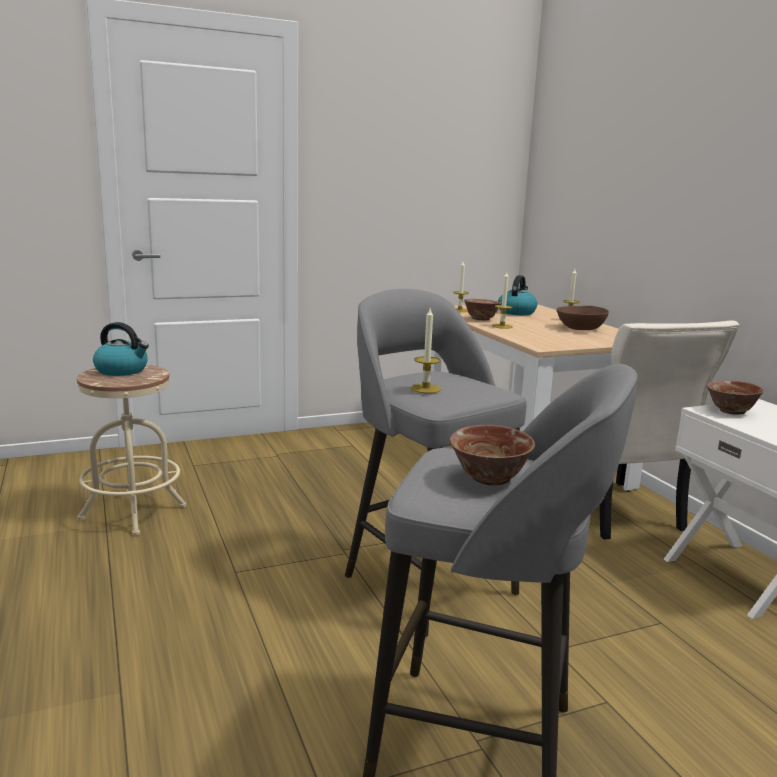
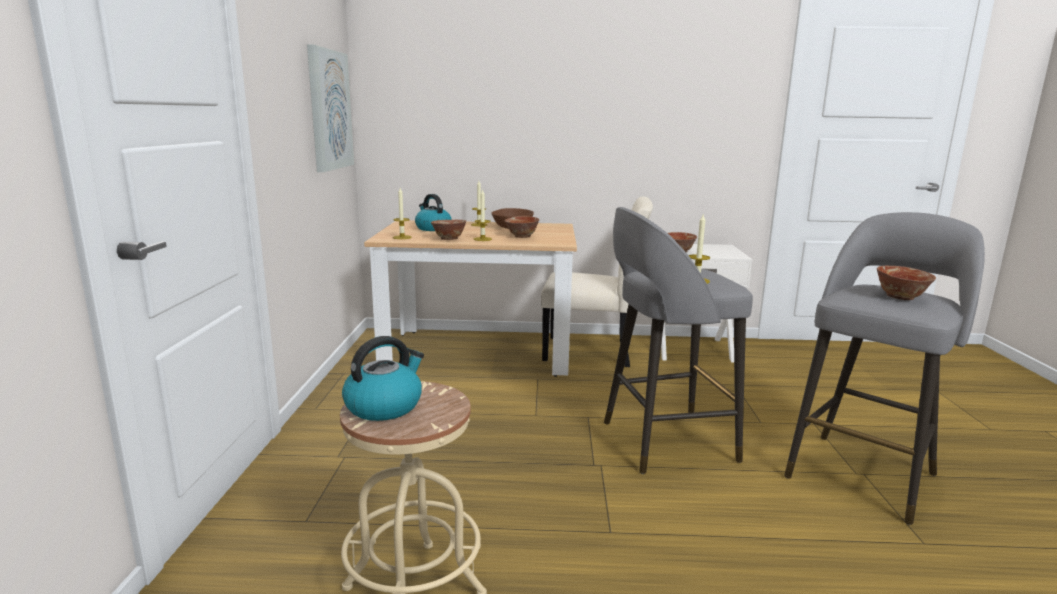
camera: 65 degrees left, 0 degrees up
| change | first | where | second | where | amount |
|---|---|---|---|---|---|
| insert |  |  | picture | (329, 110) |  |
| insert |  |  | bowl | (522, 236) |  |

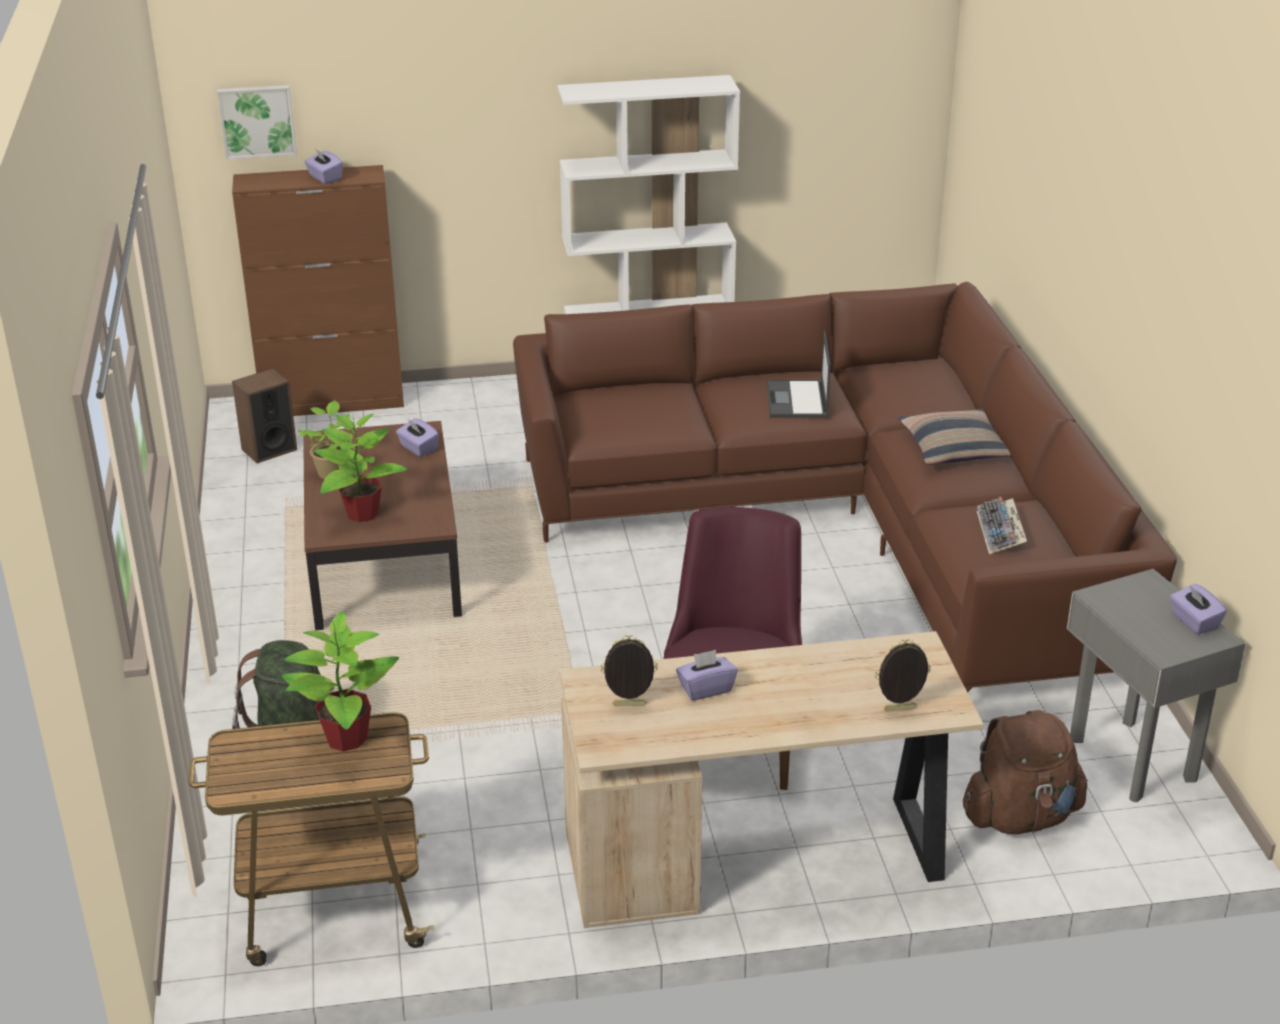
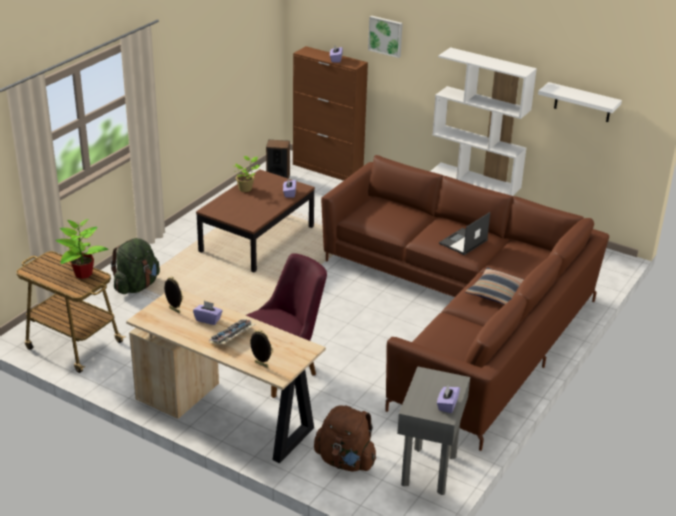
camera: 40 degrees right, 0 degrees up
| change | first | where | second | where | amount |
|---|---|---|---|---|---|
| move | picture | (257, 121) |  | (386, 36) |  |
| delete | potted plant | (361, 513) |  |  |  |
| move | keyboard | (1001, 533) |  | (232, 337) |  |
| insert |  |  | white shelf | (582, 102) |  |

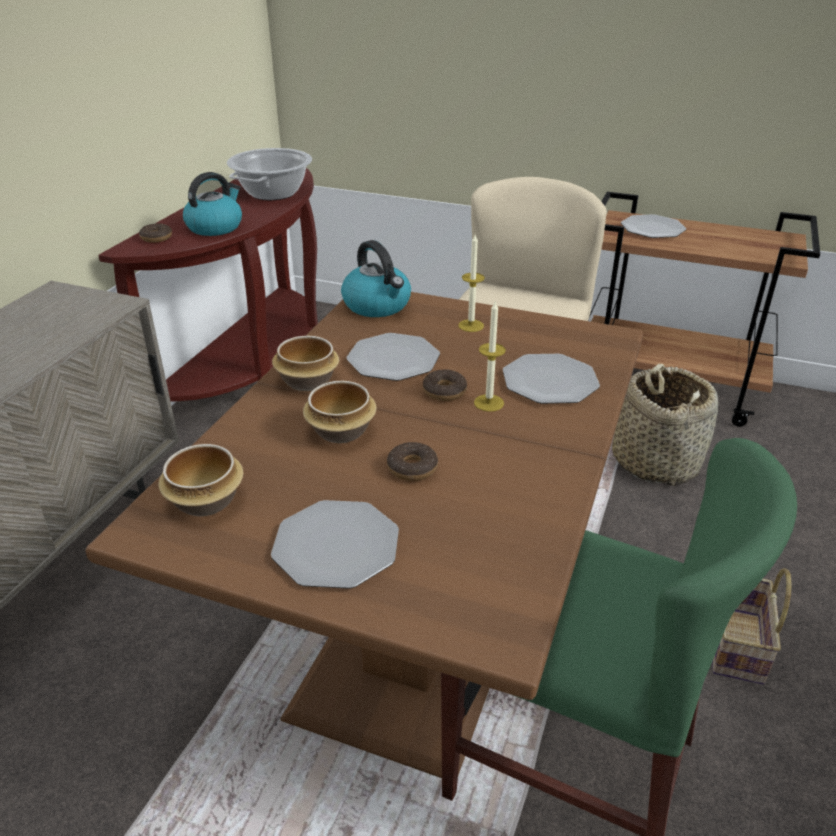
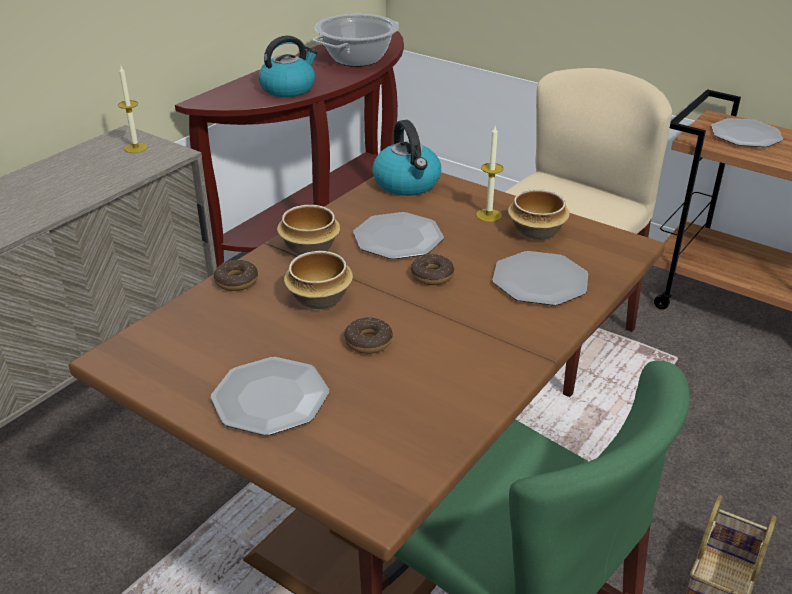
camera: 15 degrees right, 0 degrees up
| change | first | where | second | where | amount |
|---|---|---|---|---|---|
| move | donut | (156, 238) |  | (236, 281) |  |
| move | candle | (488, 403) |  | (136, 148) |  |
| delete | basket | (655, 461) |  |  |  |
| move | bowl | (208, 501) |  | (537, 232) |  |

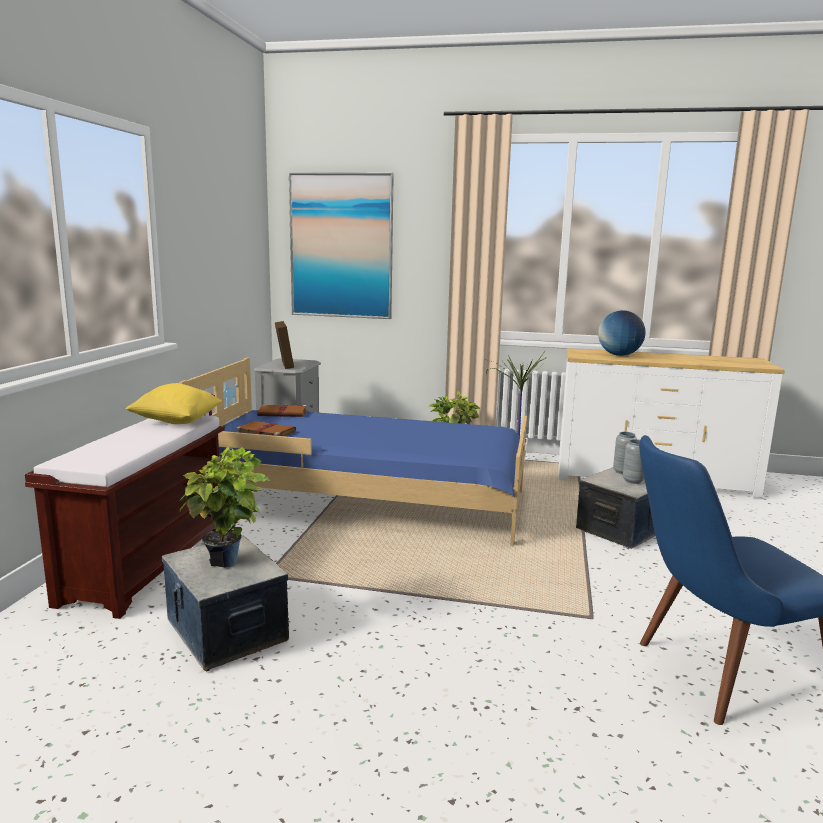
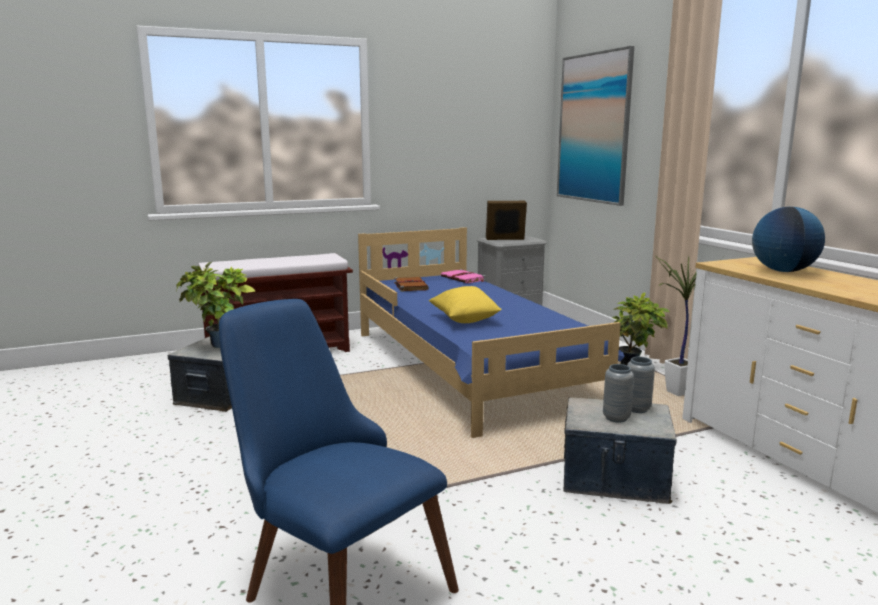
camera: 55 degrees right, 0 degrees up
| change | first | where | second | where | amount |
|---|---|---|---|---|---|
| rotate | picture frame | (284, 365) |  | (505, 239) | 135 degrees counterclockwise |
| move | yellow pillow | (176, 421) |  | (464, 320) |  |
| recolor | brown book | (283, 413) | pink book | (463, 278) |  |

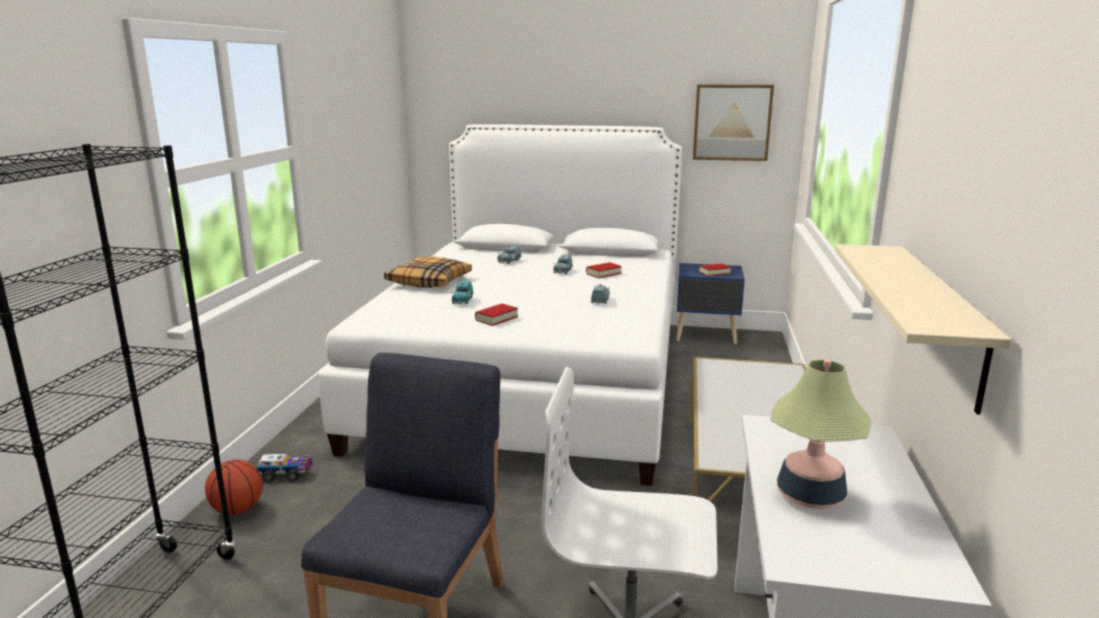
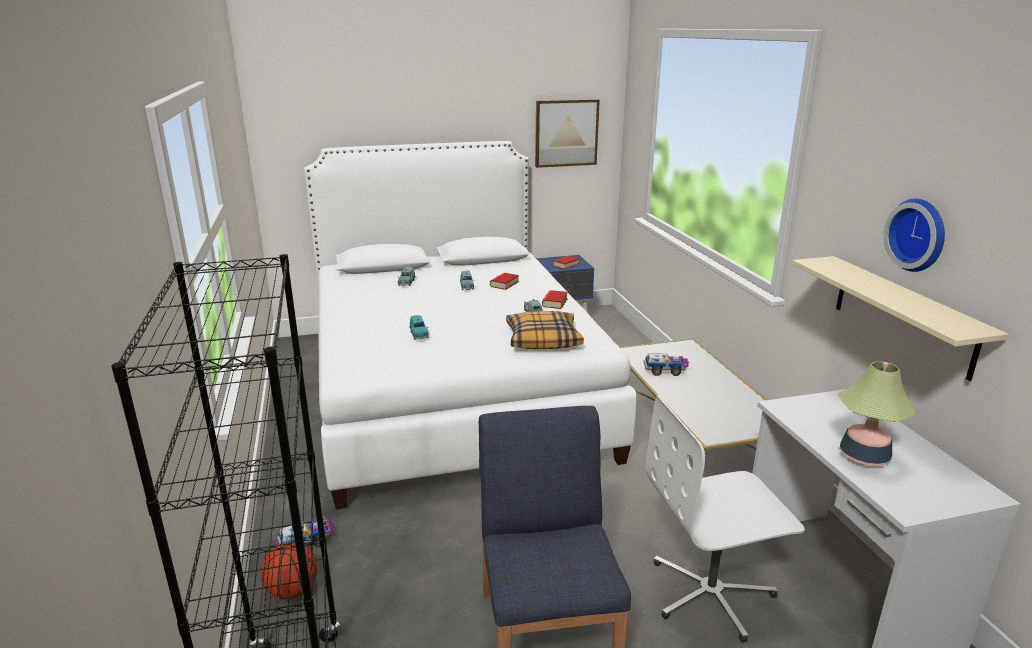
camera: 25 degrees left, 5 degrees up
| change | first | where | second | where | amount |
|---|---|---|---|---|---|
| move | pillow | (429, 282) |  | (543, 339) |  |
| move | book | (496, 318) |  | (554, 302) |  |
| insert |  |  | wall clock | (919, 234) |  |
| insert |  |  | toy truck | (665, 371) |  |

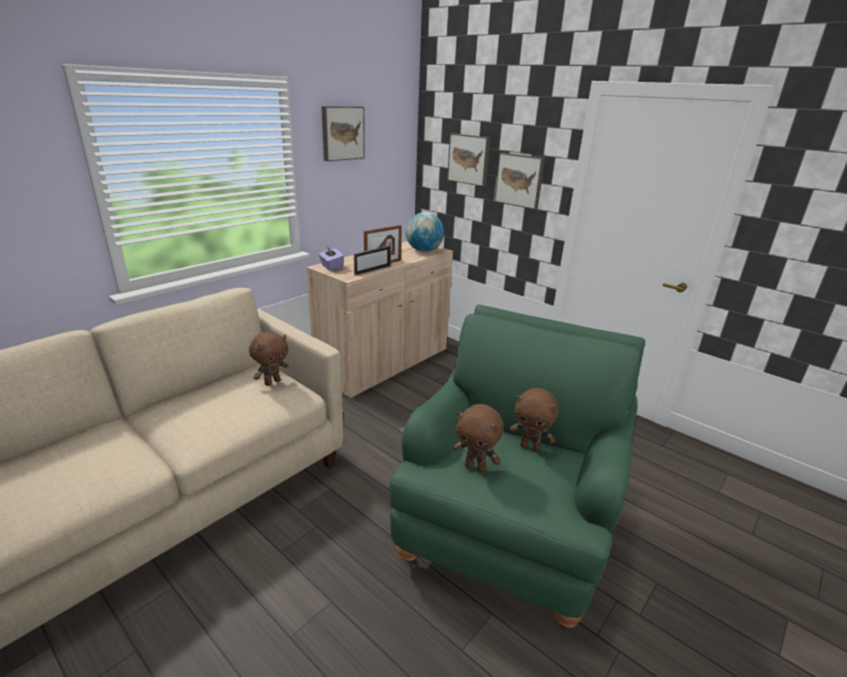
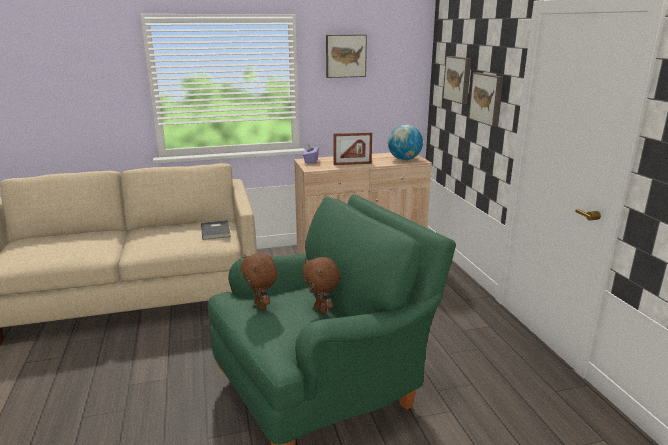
camera: 35 degrees right, 5 degrees down
| change | first | where | second | where | amount |
|---|---|---|---|---|---|
| delete | picture frame | (372, 270) |  |  |  |
| replace | brown plush toy | (272, 382) | grey book | (216, 231) |  |

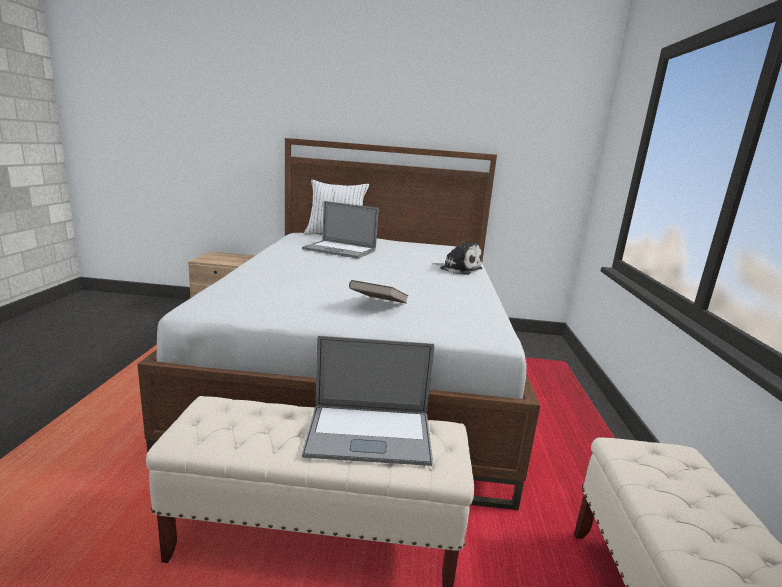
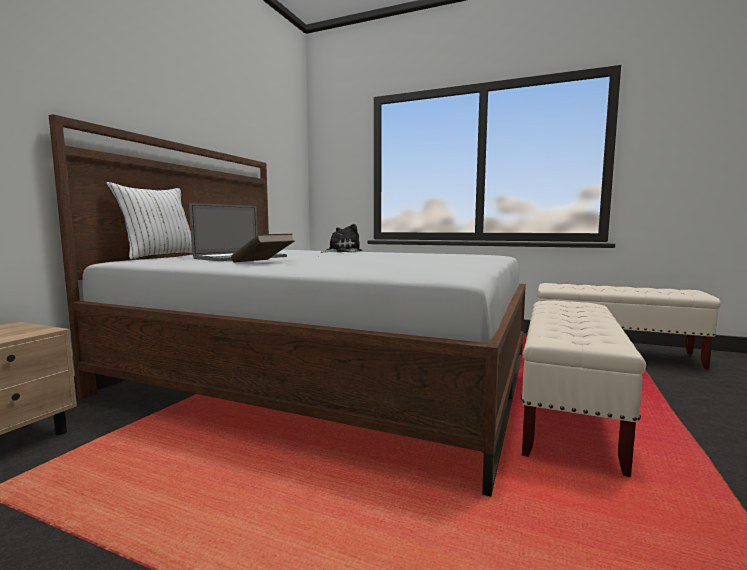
camera: 70 degrees left, 10 degrees down
| change | first | where | second | where | amount |
|---|---|---|---|---|---|
| move | brown book | (378, 306) |  | (263, 262) |  |
| delete | laptop | (369, 434) |  |  |  |

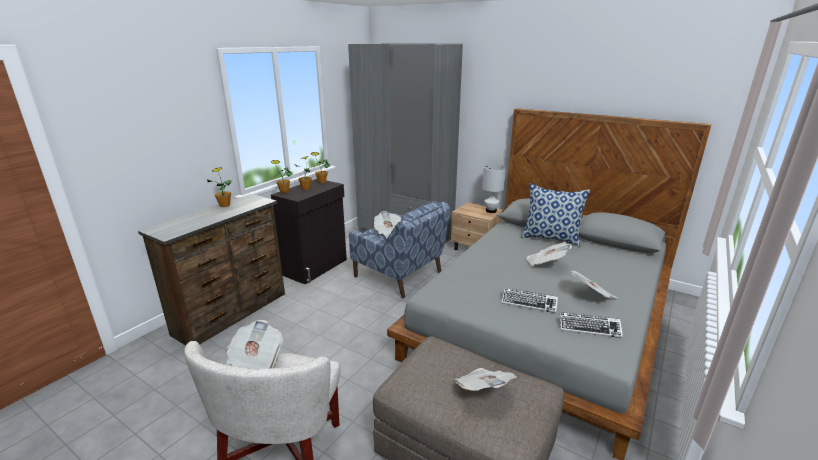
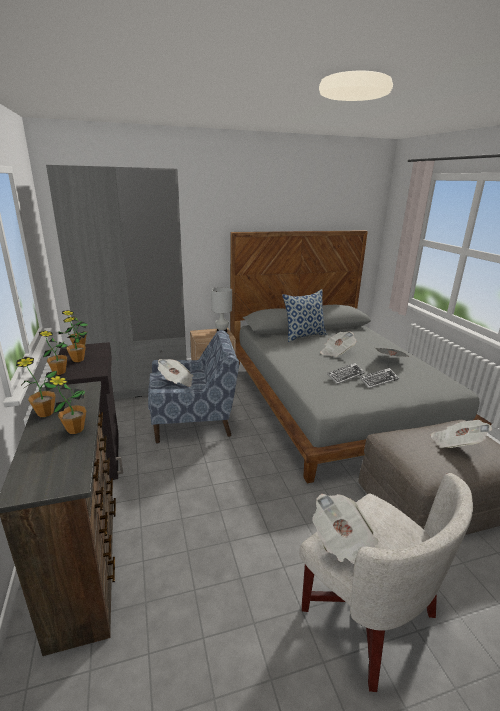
camera: 50 degrees left, 0 degrees up
| change | first | where | second | where | amount |
|---|---|---|---|---|---|
| move | keyboard | (589, 328) |  | (345, 376) |  |
| insert |  |  | potted plant | (75, 429) |  |

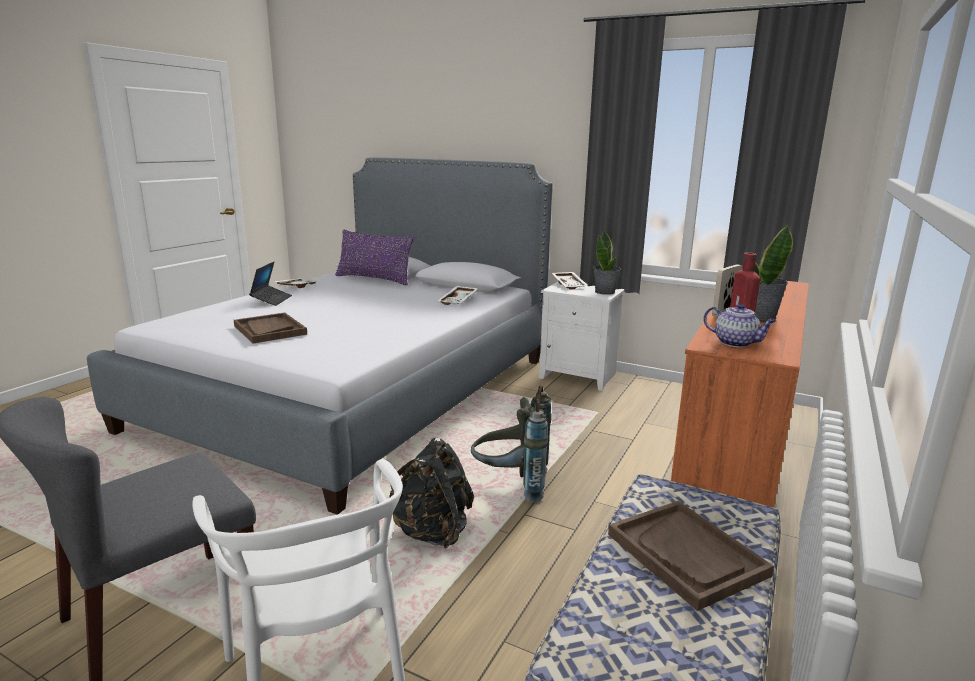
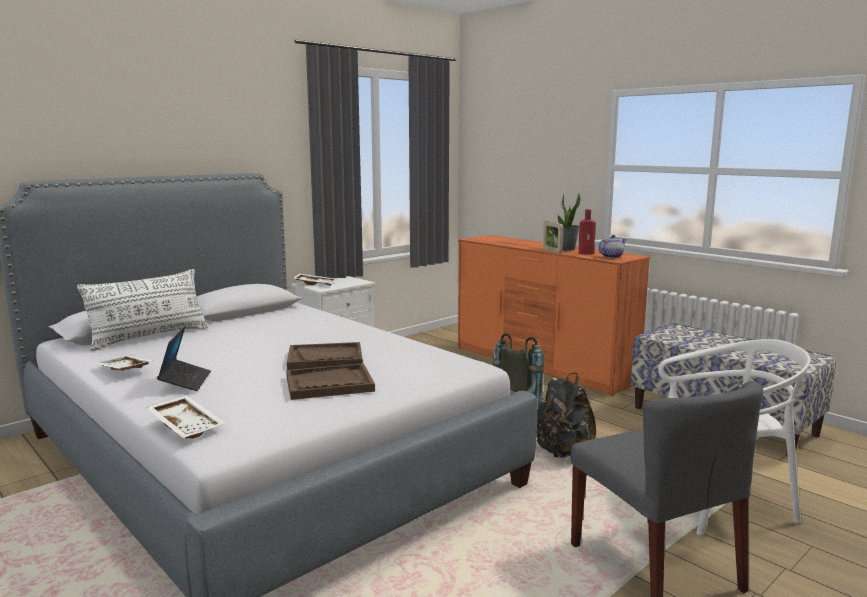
camera: 70 degrees left, 5 degrees down
| change | first | where | second | where | amount |
|---|---|---|---|---|---|
| recolor | purple pillow | (374, 279) | white pillow | (149, 337) |  |
| delete | potted plant | (605, 292) |  |  |  |
| rotate | laptop | (271, 300) |  | (185, 381) | 60 degrees clockwise |
| move | white tray | (459, 301) |  | (187, 425) |  |
| move | brown tray | (686, 555) |  | (325, 358) |  |

